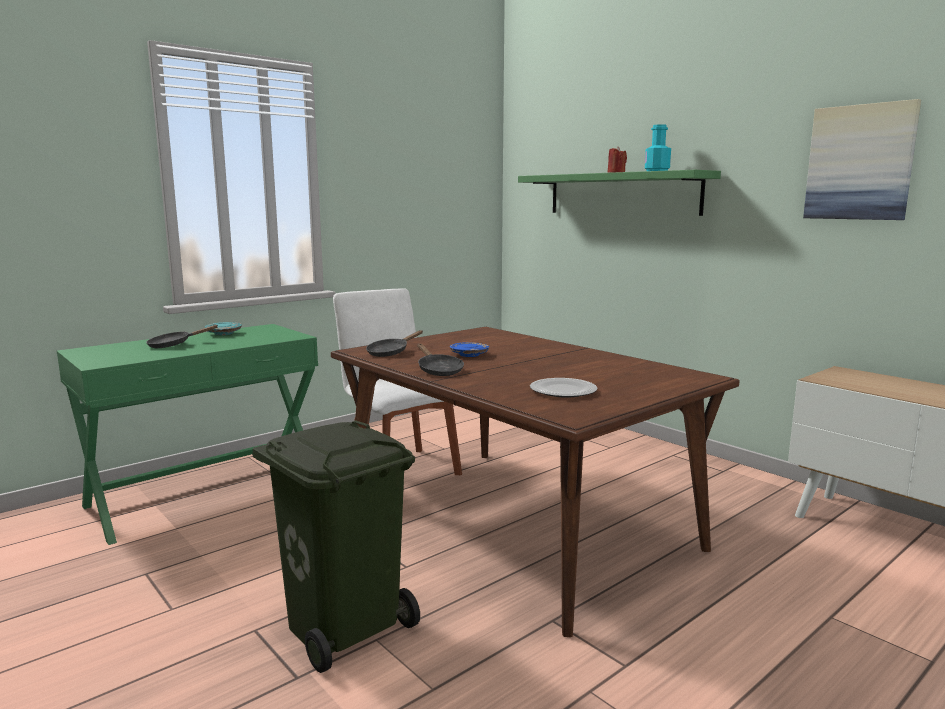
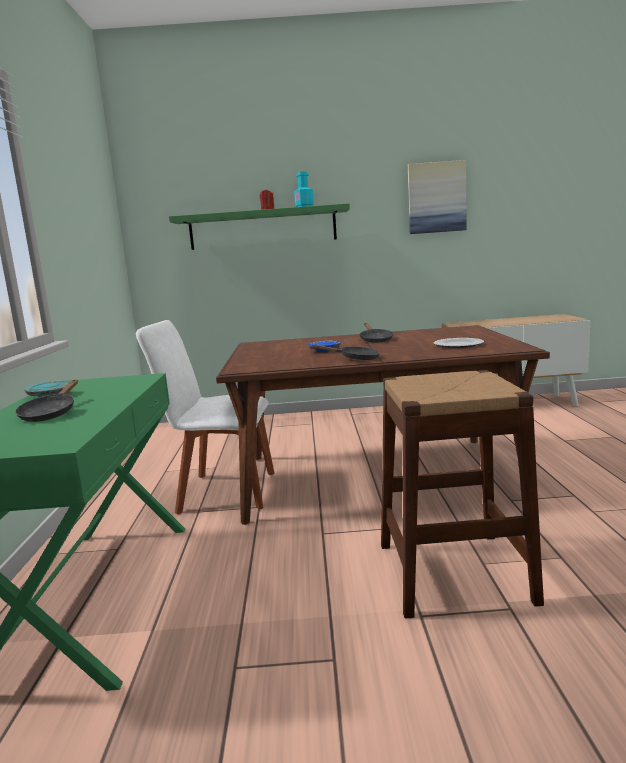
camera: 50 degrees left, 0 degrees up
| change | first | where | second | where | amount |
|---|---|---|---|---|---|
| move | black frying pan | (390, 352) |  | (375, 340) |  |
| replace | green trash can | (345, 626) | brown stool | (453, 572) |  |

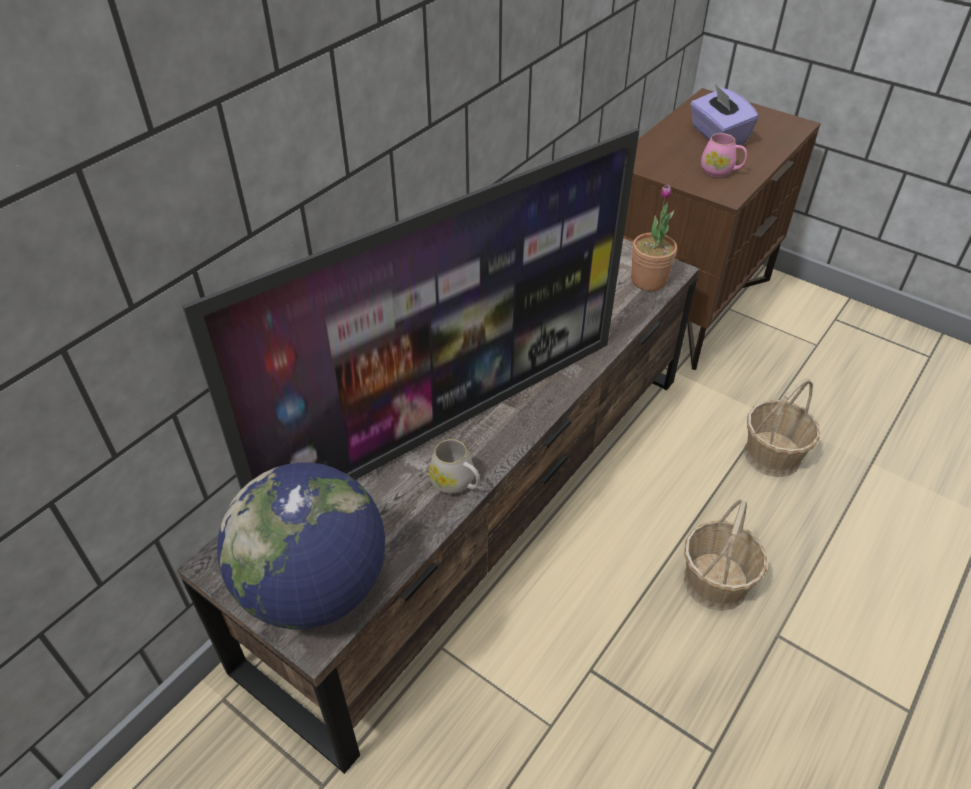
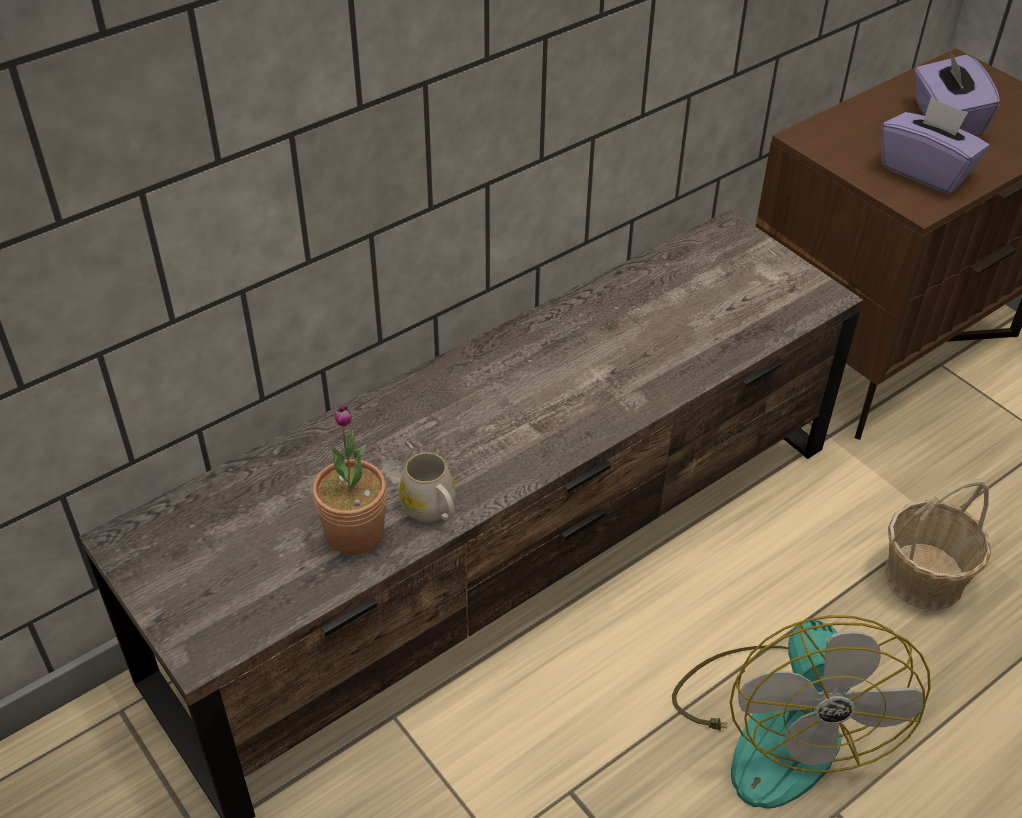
camera: 15 degrees right, 0 degrees up
| change | first | where | second | where | amount |
|---|---|---|---|---|---|
| delete | television | (446, 424) |  |  |  |
| replace | pink mug | (720, 171) | purple tissue box | (926, 171) |  |
| move | potted plant | (648, 280) |  | (354, 532) |  |
| delete | globe | (315, 588) |  |  |  |
| replace | basket | (716, 582) | fan | (778, 724) |  |

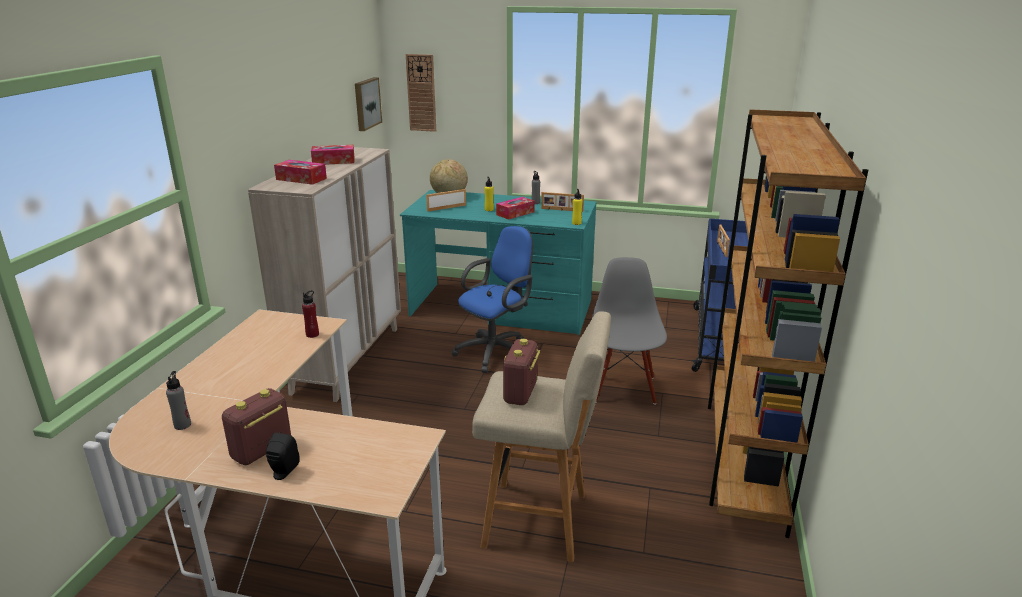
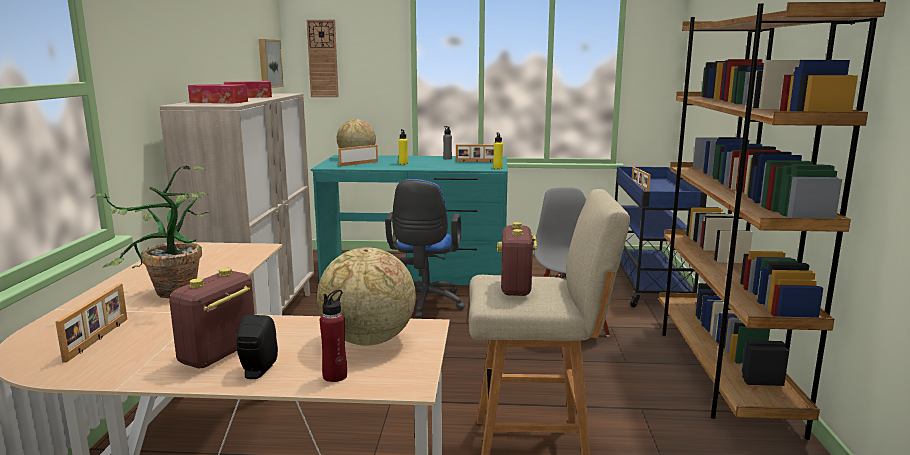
camera: 10 degrees left, 10 degrees down
| change | first | where | second | where | amount |
|---|---|---|---|---|---|
| delete | tissue box | (515, 213) |  |  |  |
| rotate | blue office chair | (496, 351) |  | (424, 305) | 150 degrees clockwise |
| move | red bottle | (312, 334) |  | (335, 376) |  |
| replace | grey bottle | (182, 425) | picture frame | (98, 339) |  |
| insert |  |  | potted plant | (168, 295) |  |
| insert |  |  | globe | (367, 341) |  |

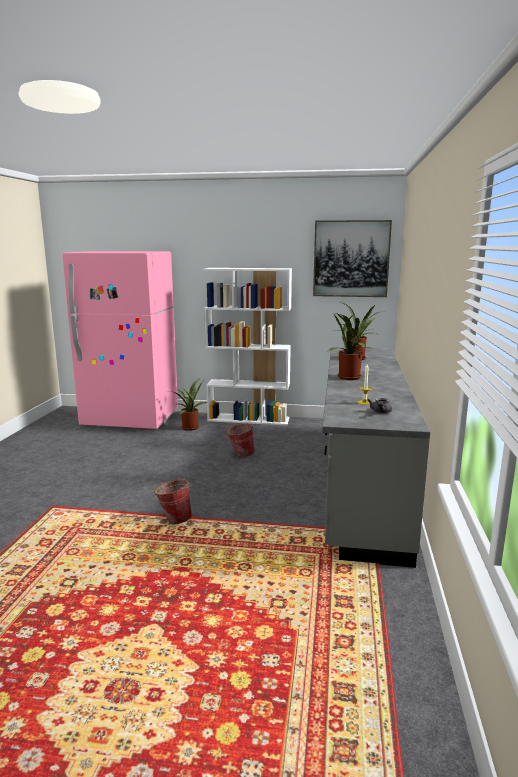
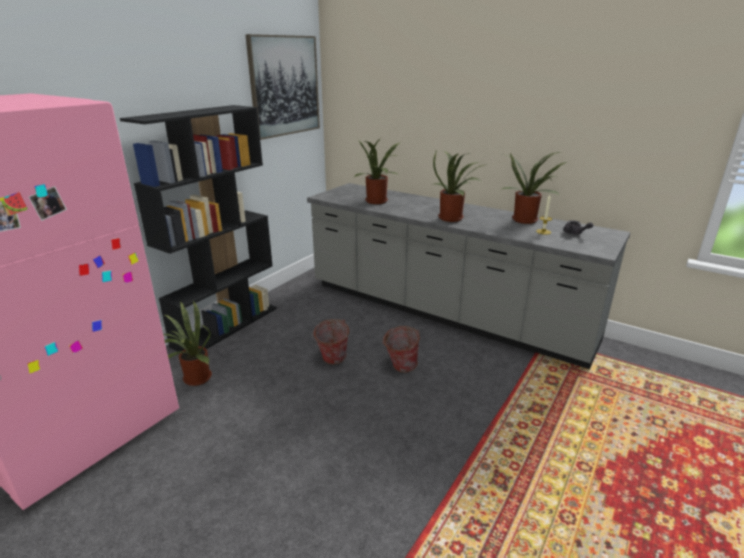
camera: 65 degrees left, 10 degrees up
| change | first | where | second | where | amount |
|---|---|---|---|---|---|
| recolor | white bookcase | (249, 419) | black bookcase | (226, 326) |  |
| move | bucket | (174, 519) |  | (400, 368) |  |
| insert |  |  | potted plant | (526, 219) |  |

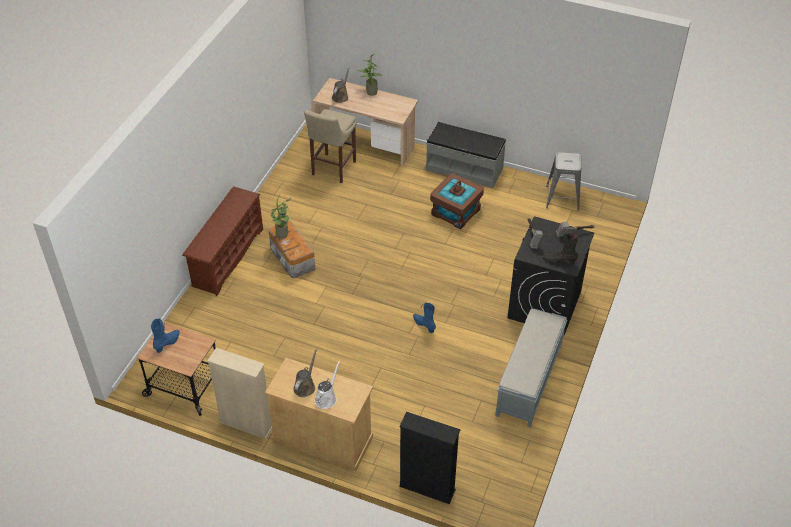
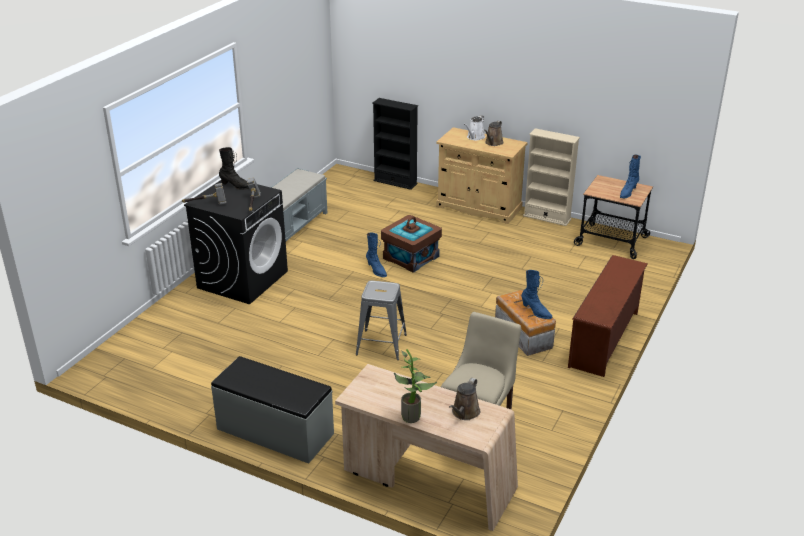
camera: 175 degrees left, 15 degrees down
| change | first | where | second | where | amount |
|---|---|---|---|---|---|
| move | grey stool | (562, 198) |  | (381, 345) |  |
| move | brown storage box | (456, 212) |  | (410, 257) |  |
| replace | potted plant | (283, 235) | blue boot | (536, 312) |  |

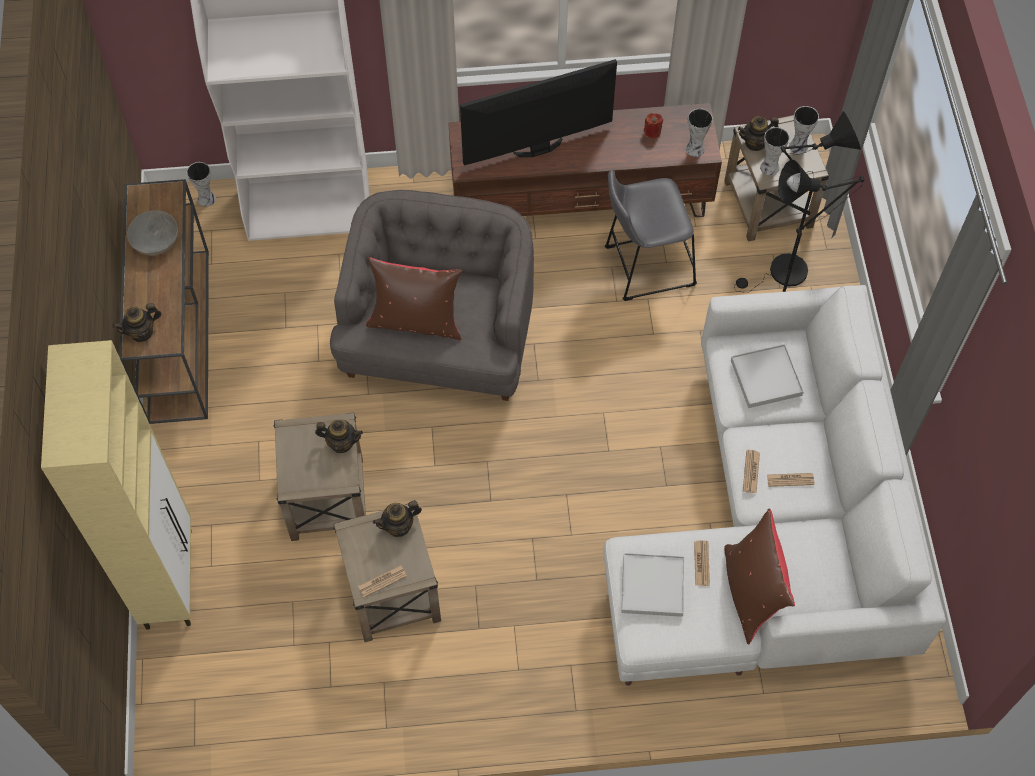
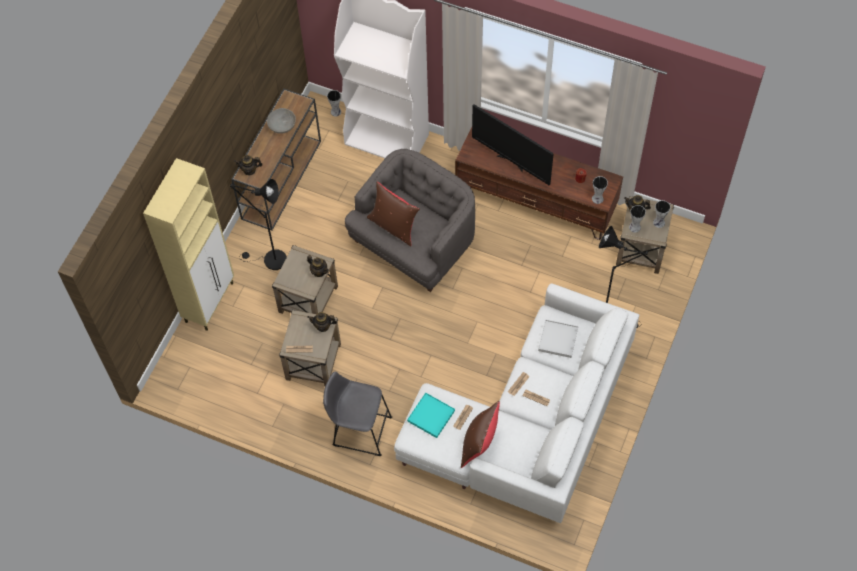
camera: 30 degrees right, 0 degrees up
| change | first | where | second | where | amount |
|---|---|---|---|---|---|
| rotate | television | (539, 149) |  | (511, 162) | 150 degrees counterclockwise |
| move | black floor lamp | (782, 273) |  | (270, 260) |  |
| move | grey stool | (644, 266) |  | (359, 430) |  |
| recolor | white tray | (652, 586) | turquoise tray | (431, 416) |  |

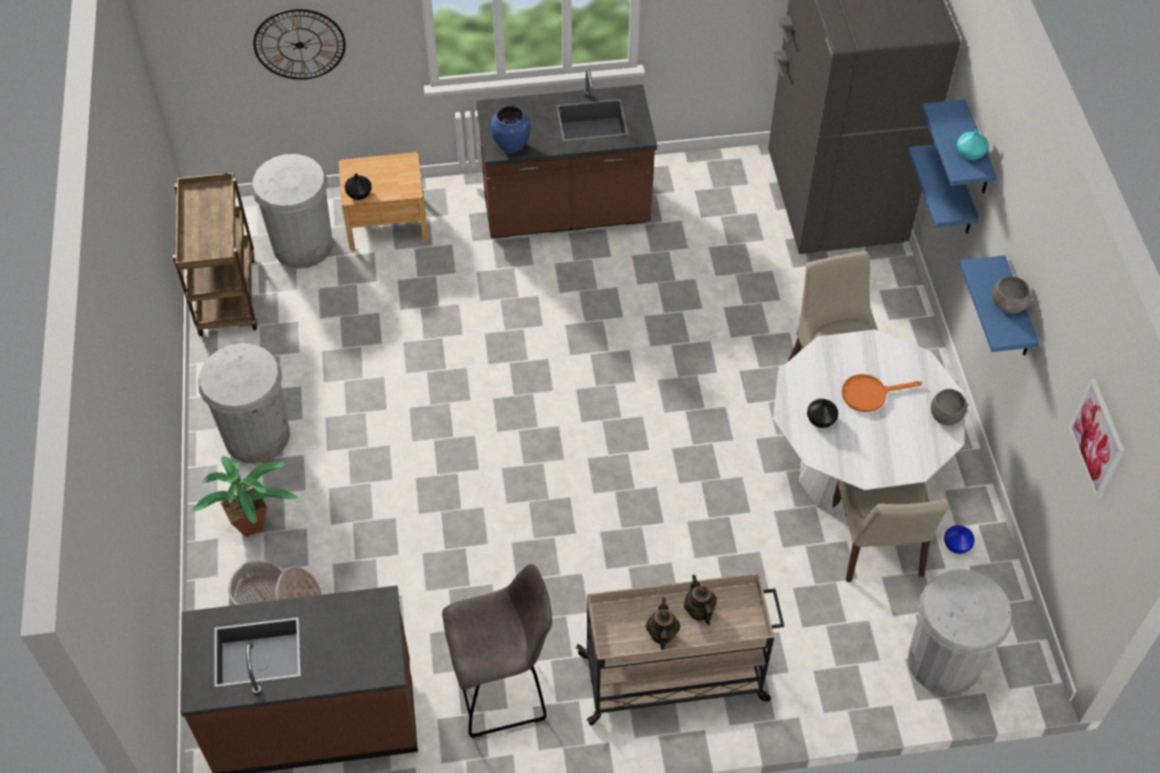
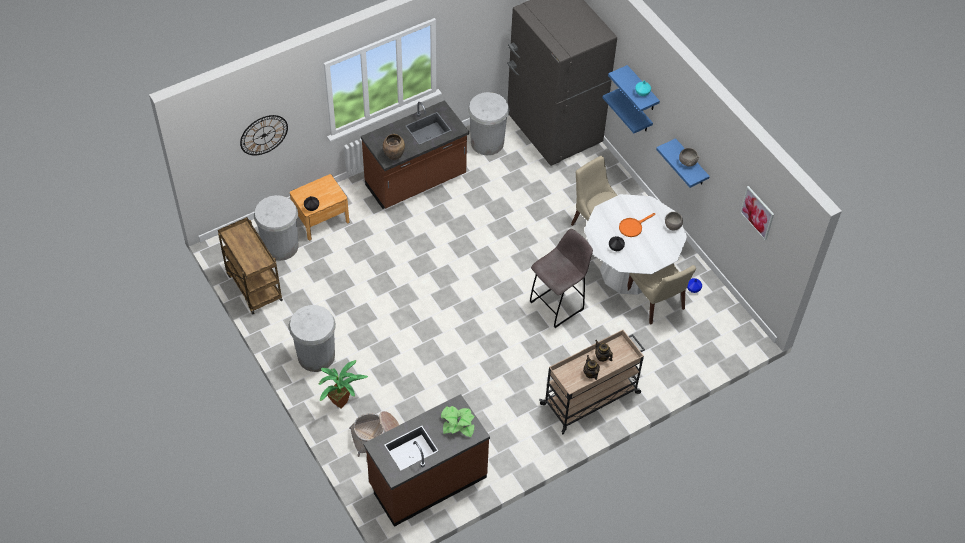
camera: 25 degrees left, 0 degrees up
| change | first | where | second | where | amount |
|---|---|---|---|---|---|
| recolor | blue vase | (512, 147) | brown vase | (394, 156) |  |
| move | grey stool | (503, 692) |  | (558, 305) |  |
| move | white trash can | (944, 662) |  | (487, 142) |  |
| insert |  |  | potted plant | (457, 423) |  |

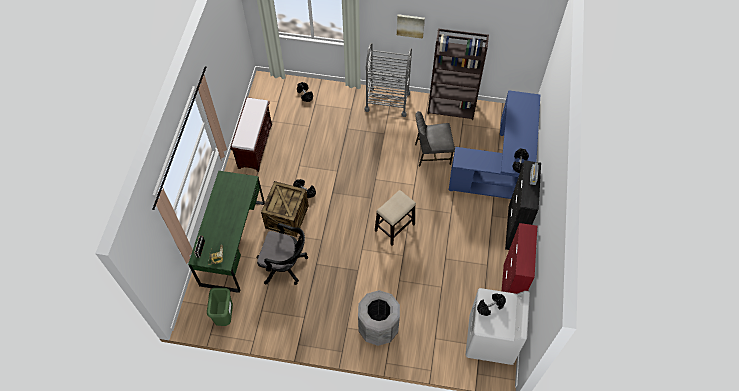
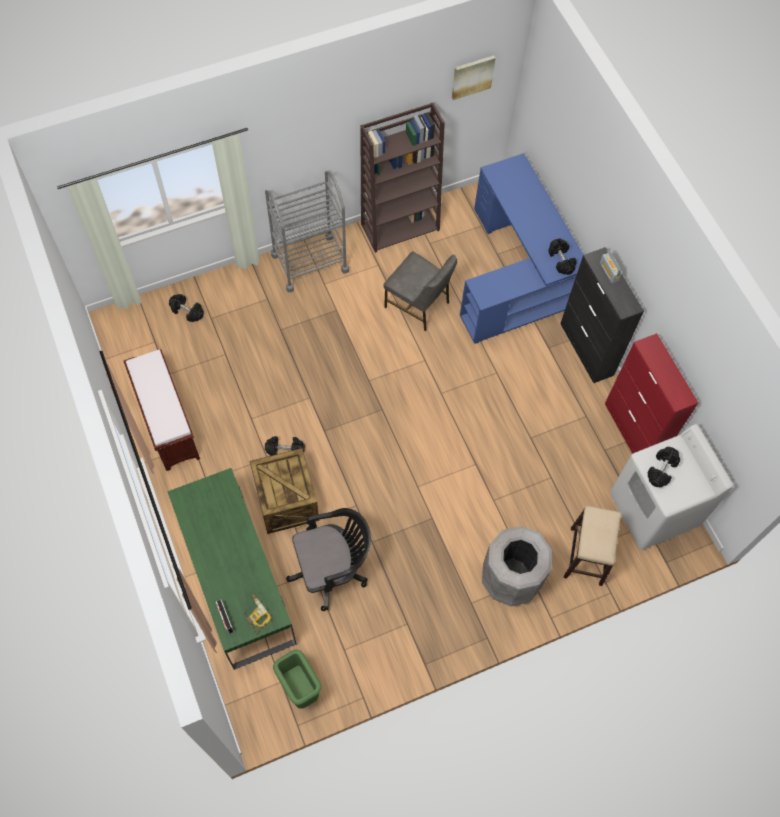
camera: 35 degrees left, 5 degrees up
| change | first | where | second | where | amount |
|---|---|---|---|---|---|
| move | picture | (410, 25) |  | (472, 76) |  |
| rotate | grey chair | (431, 153) |  | (418, 305) | 105 degrees counterclockwise |
| move | stool | (394, 227) |  | (586, 557) |  |

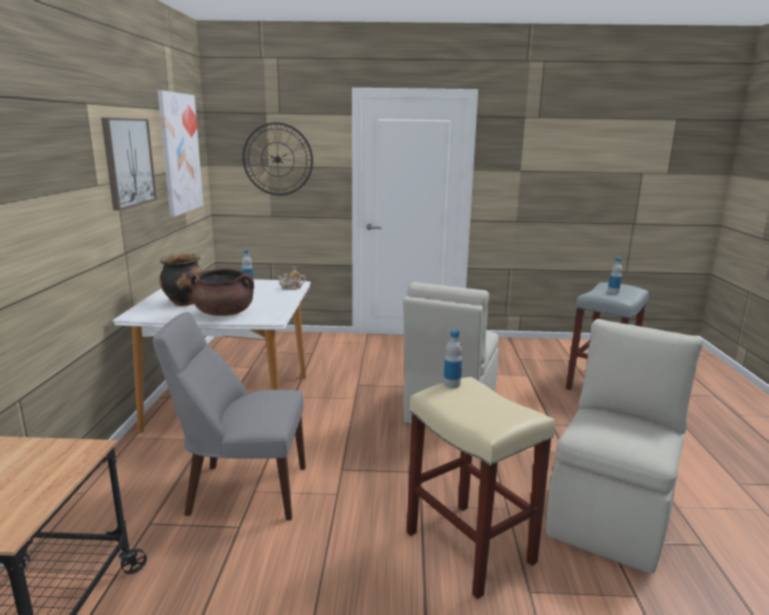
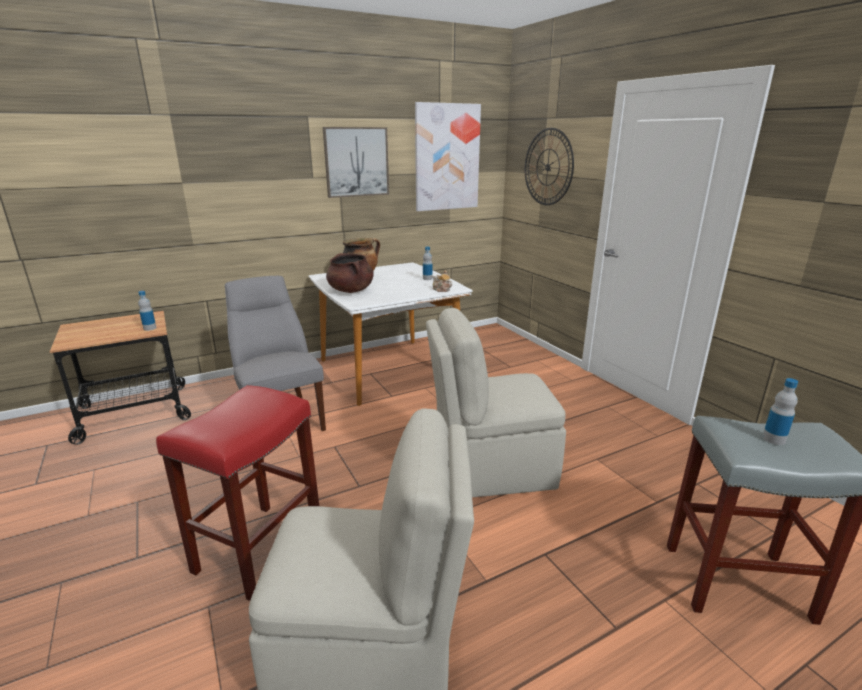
camera: 60 degrees right, 5 degrees up
| change | first | where | second | where | amount |
|---|---|---|---|---|---|
| move | bottle | (451, 384) |  | (150, 328) |  |
| recolor | beige stool | (468, 546) | red stool | (260, 548) |  |

